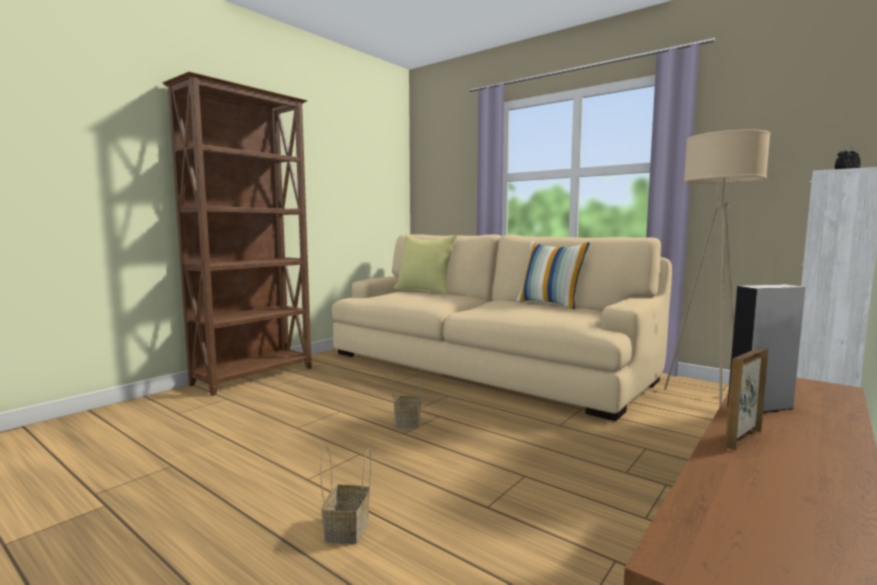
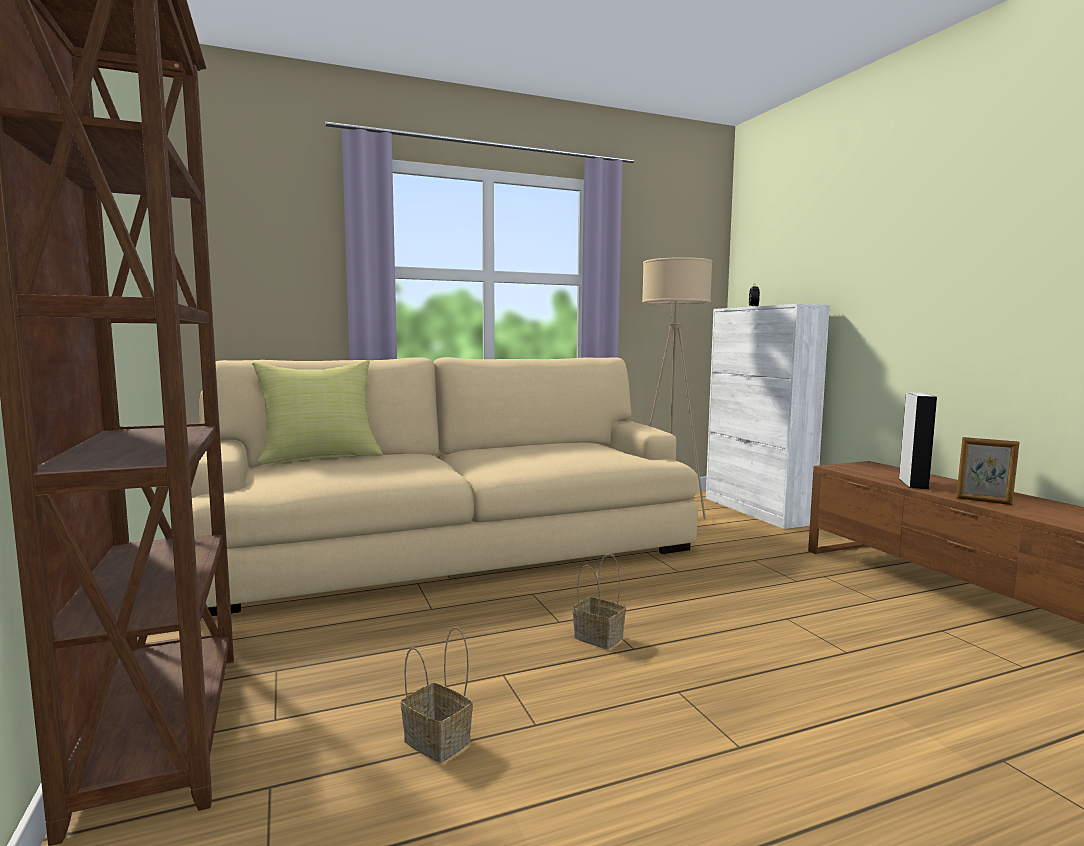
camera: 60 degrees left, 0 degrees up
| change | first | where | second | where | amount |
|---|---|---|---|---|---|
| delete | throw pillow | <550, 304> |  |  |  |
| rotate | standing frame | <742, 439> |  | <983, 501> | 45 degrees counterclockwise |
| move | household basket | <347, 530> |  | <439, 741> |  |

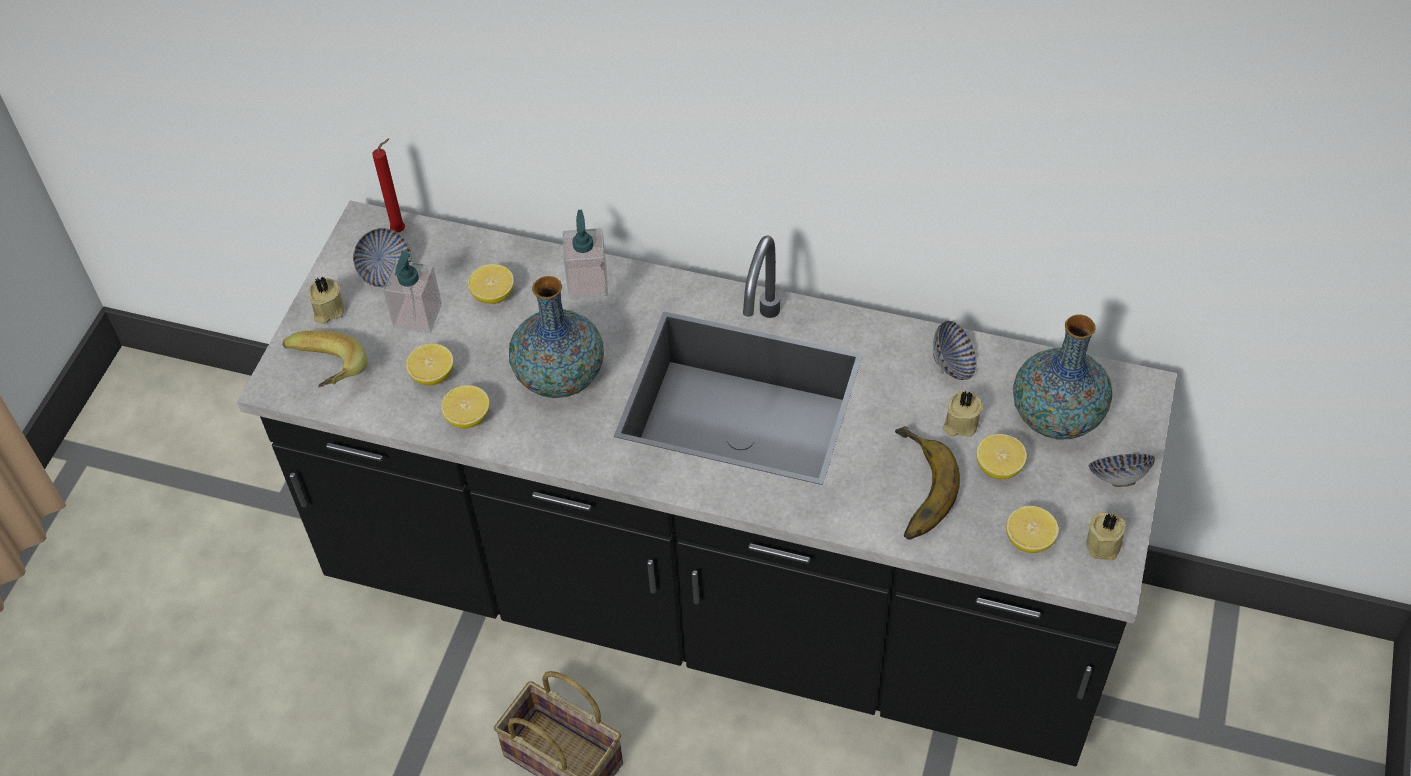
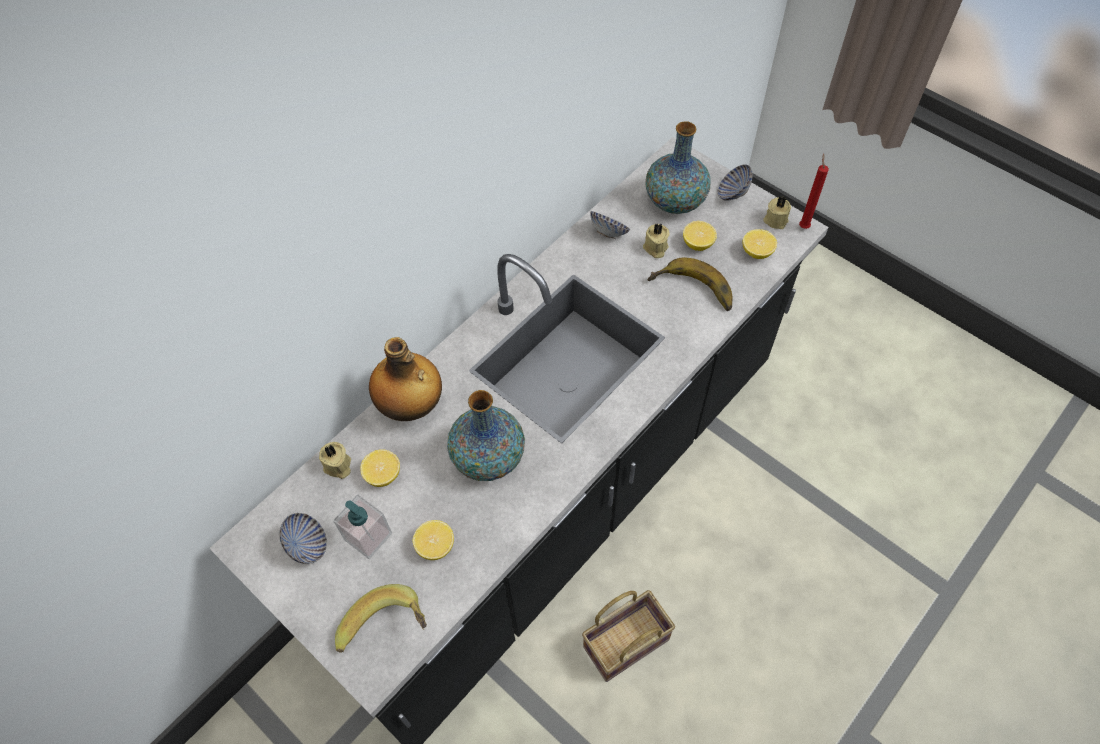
camera: 65 degrees left, 5 degrees up
| change | first | where | second | where | amount |
|---|---|---|---|---|---|
| move | red candle | <401, 230> |  | <803, 226> |  |
| replace | soap dispenser | <587, 282> | bottle | <411, 407> |  |
| move | beige candle | <327, 310> |  | <338, 466> |  |
| delete | lemon | <468, 418> |  |  |  |

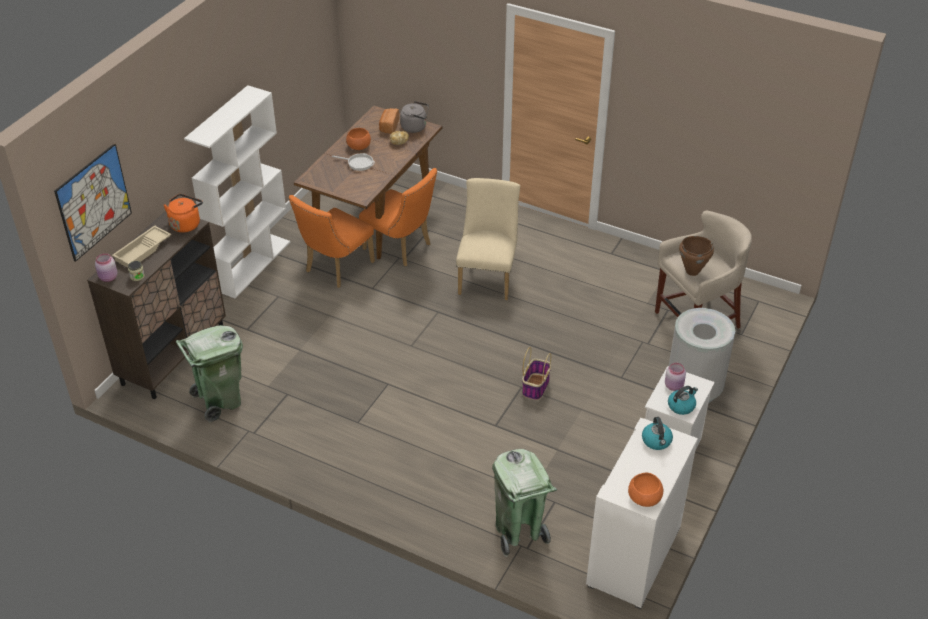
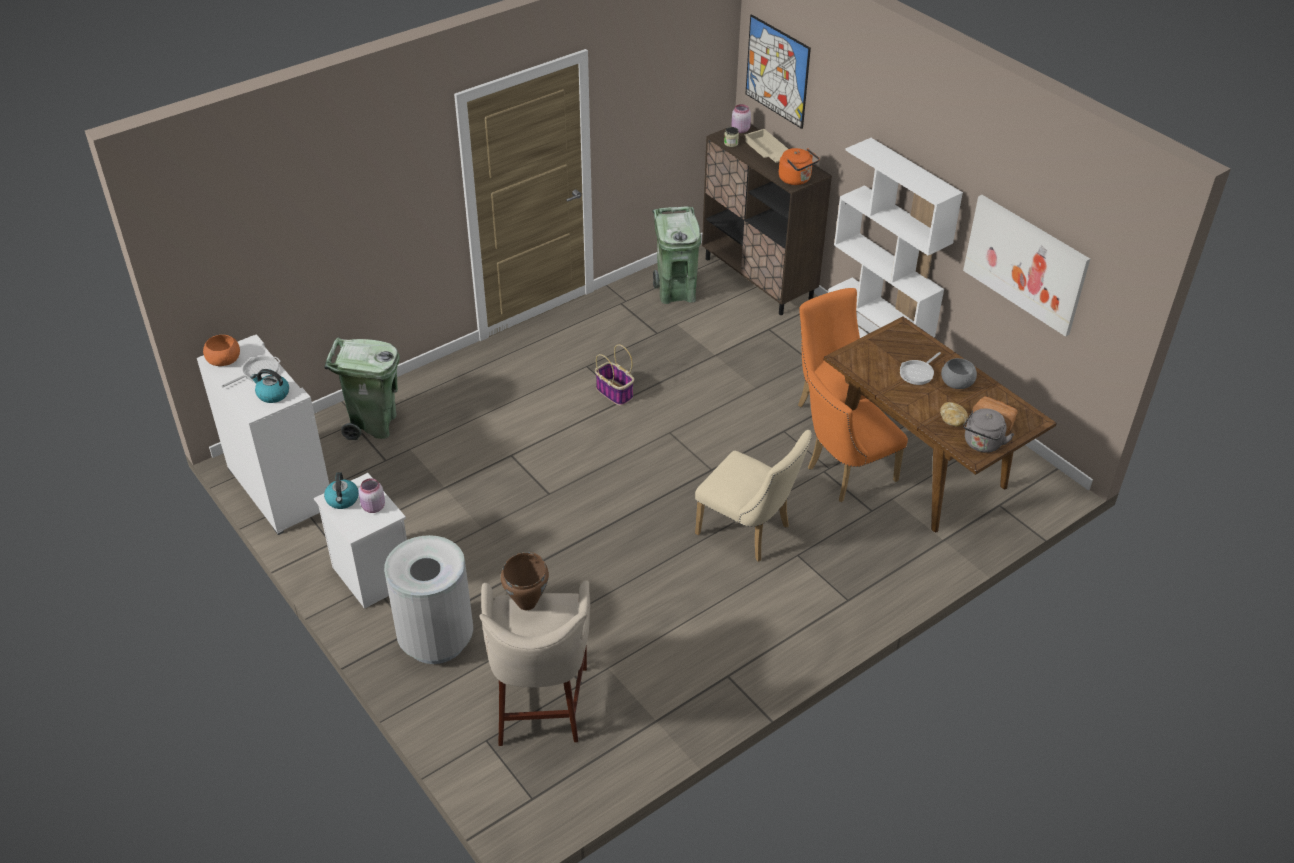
camera: 115 degrees right, 0 degrees up
| change | first | where | second | where | amount |
|---|---|---|---|---|---|
| recolor | orangey bowl | <358, 146> | grey bowl | <957, 383> |  |
| move | household basket | <535, 386> |  | <615, 393> |  |
| insert |  |  | wall art | <1025, 264> |  |
| insert |  |  | skillet | <258, 372> |  |

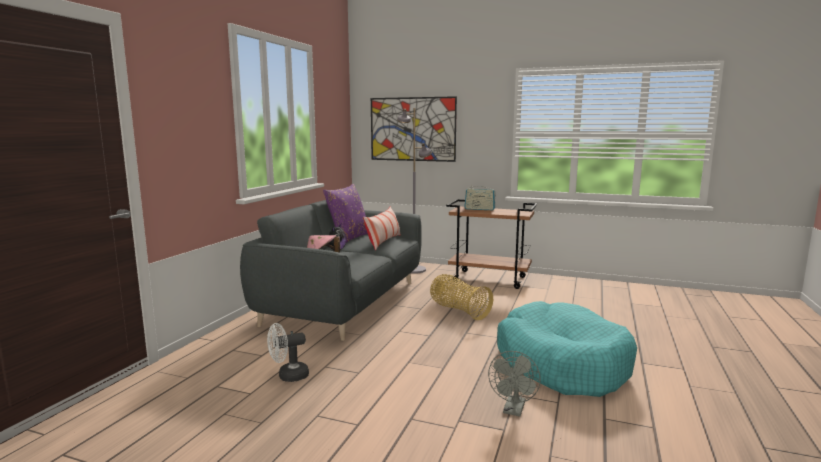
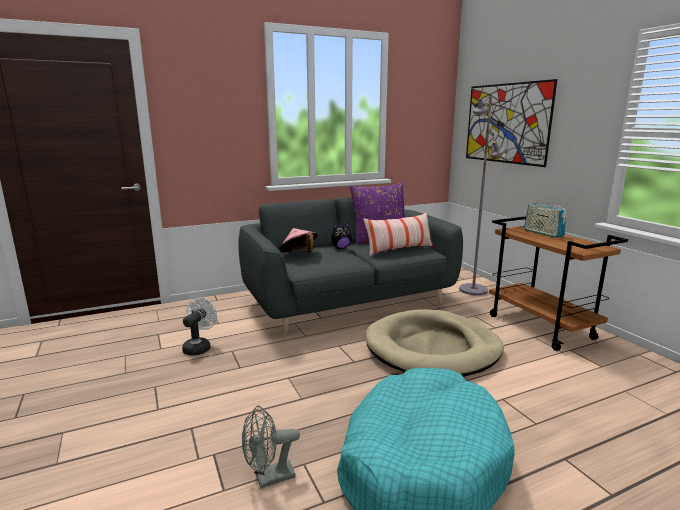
camera: 45 degrees right, 5 degrees up
| change | first | where | second | where | amount |
|---|---|---|---|---|---|
| replace | household basket | <459, 310> | beige dog bed | <432, 348> |  |
| rotate | white cooling fan | <288, 376> |  | <199, 347> | 90 degrees clockwise |

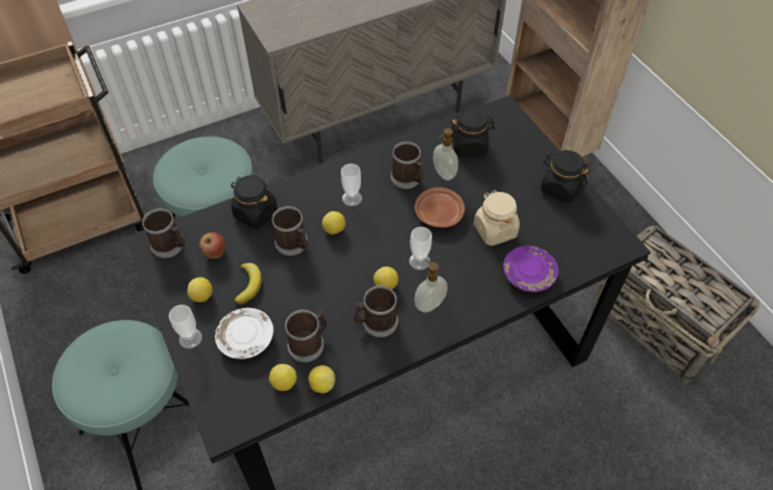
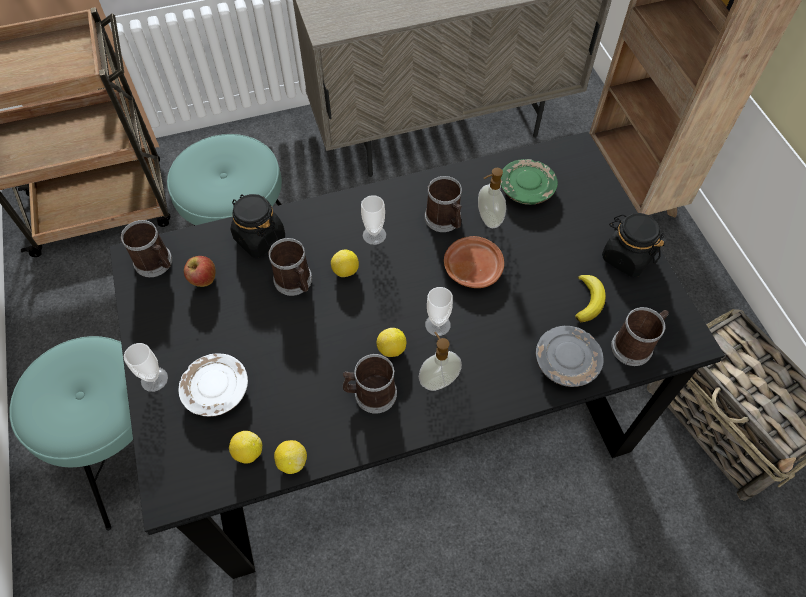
camera: 10 degrees right, 5 degrees up
| change | first | where | second | where | amount |
|---|---|---|---|---|---|
| replace | black-coloured jar | <469, 146> | green dinner plate | <526, 189> |  |
| delete | beige jar | <494, 230> |  |  |  |
| recolor | purple dinner plate | <529, 275> | grey dinner plate | <566, 362> |  |
| move | banana fruit | <249, 284> |  | <588, 300> |  |
| delete | lemon | <202, 296> |  |  |  |
| move | mug | <309, 343> |  | <635, 345> |  |

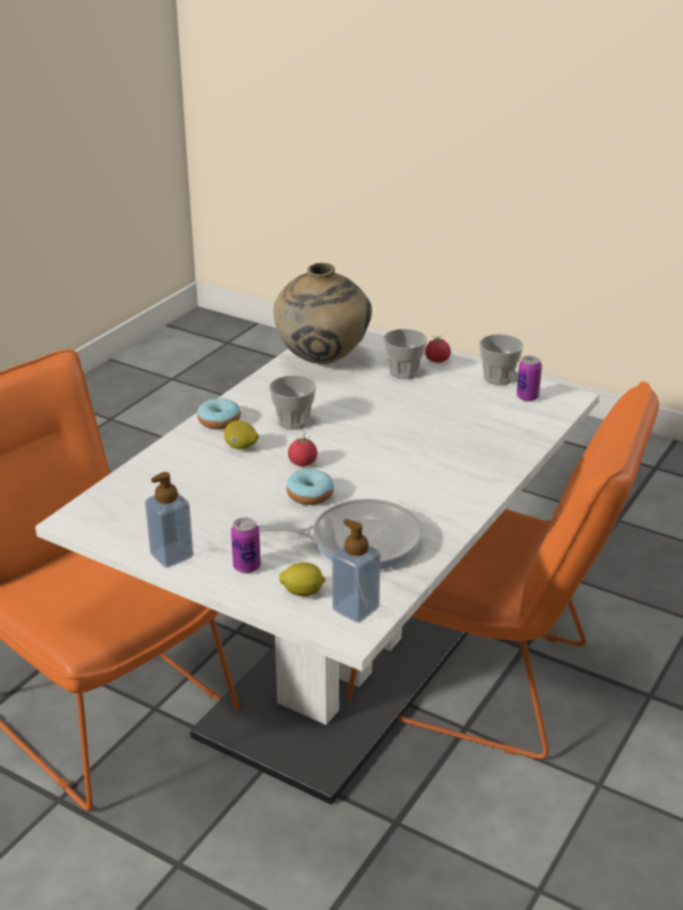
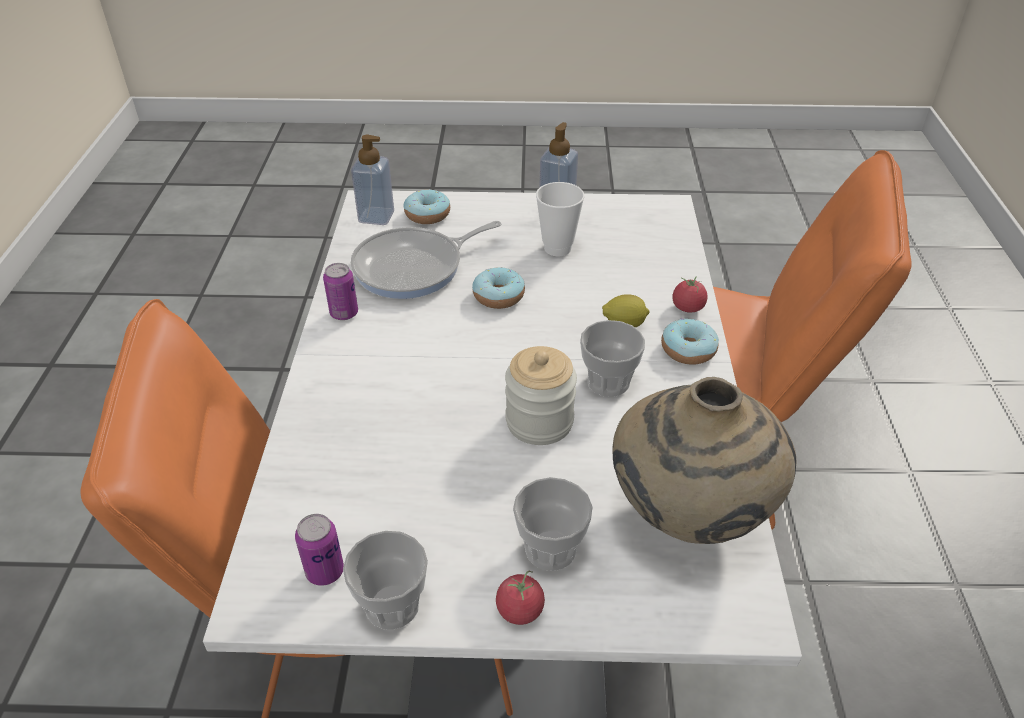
camera: 150 degrees right, 10 degrees up
| change | first | where | second | where | amount |
|---|---|---|---|---|---|
| move | tomato | <302, 463> |  | <688, 307> |  |
| move | sealed can | <246, 566> |  | <344, 313> |  |
| replace | lemon | <302, 592> | ring doughnut | <427, 215> |  |
| insert |  |  | cup | <557, 248> |  |
| insert |  |  | jar | <539, 421> |  |

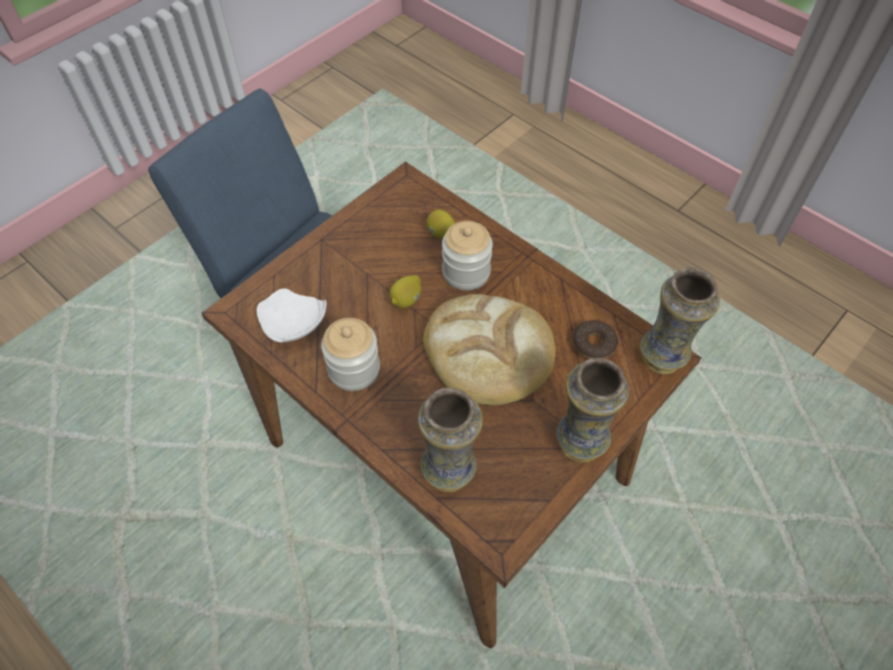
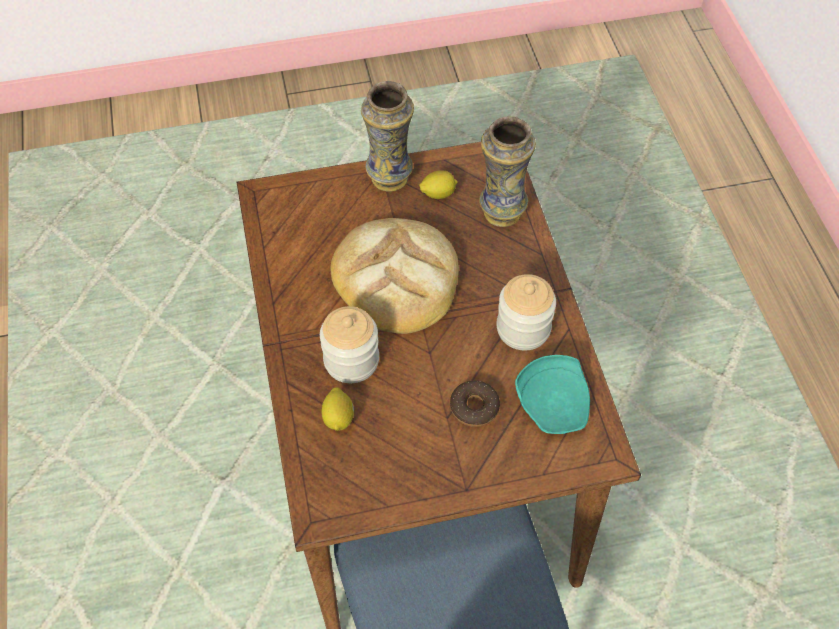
camera: 145 degrees left, 0 degrees up
| change | first | where | second | where | amount |
|---|---|---|---|---|---|
| delete | flower vase | <662, 358> |  |  |  |
| move | lemon | <406, 300> |  | <438, 194> |  |
| recolor | white dinner plate | <293, 325> | turquoise dinner plate | <554, 403> |  |
| move | ring doughnut | <593, 344> |  | <474, 407> |  |

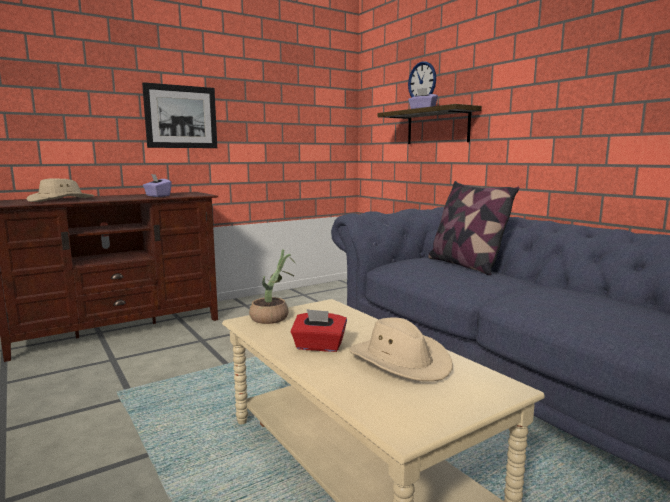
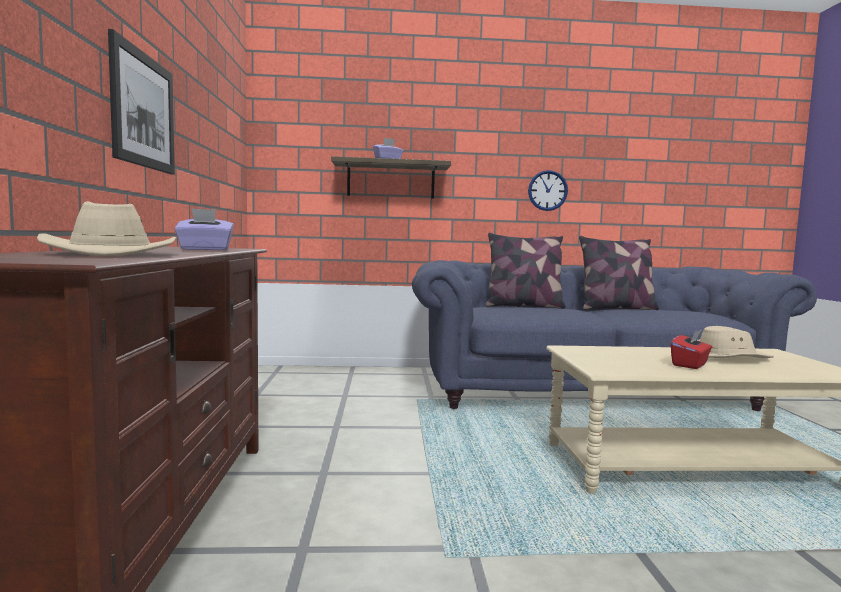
camera: 60 degrees left, 5 degrees down
| change | first | where | second | where | amount |
|---|---|---|---|---|---|
| move | wall clock | <422, 82> |  | <547, 190> |  |
| delete | potted plant | <274, 317> |  |  |  |
| insert |  |  | throw pillow | <616, 308> |  |

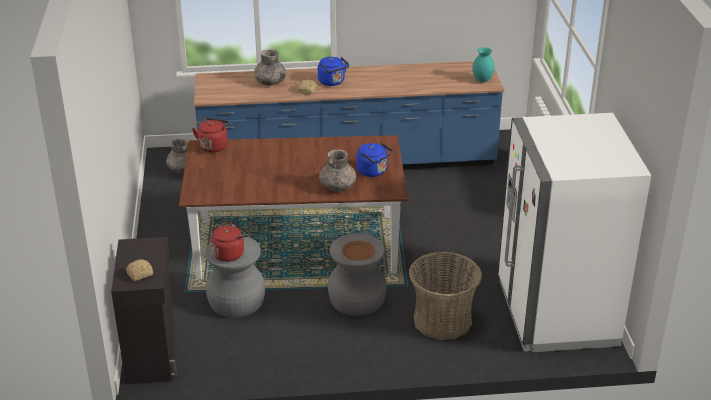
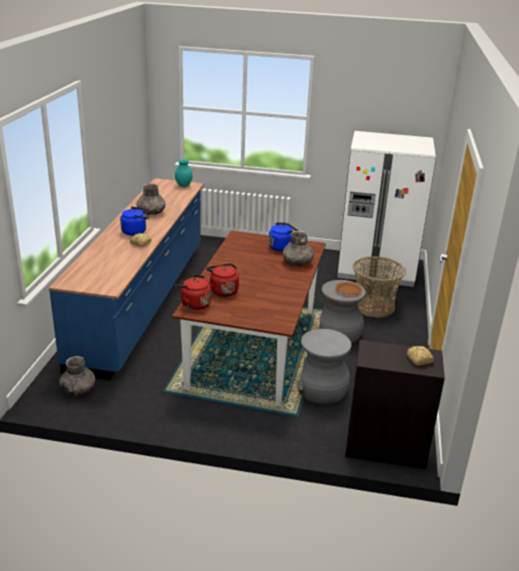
camera: 75 degrees left, 5 degrees down
| change | first | where | second | where | amount |
|---|---|---|---|---|---|
| move | grey flower vase | <270, 82> |  | <151, 213> |  |
| move | red water kettle | <230, 253> |  | <222, 291> |  |

